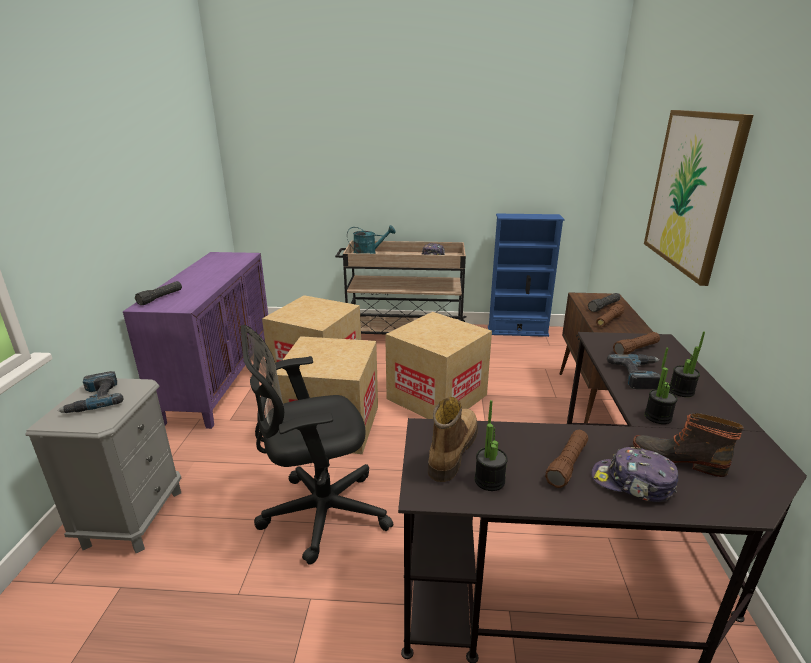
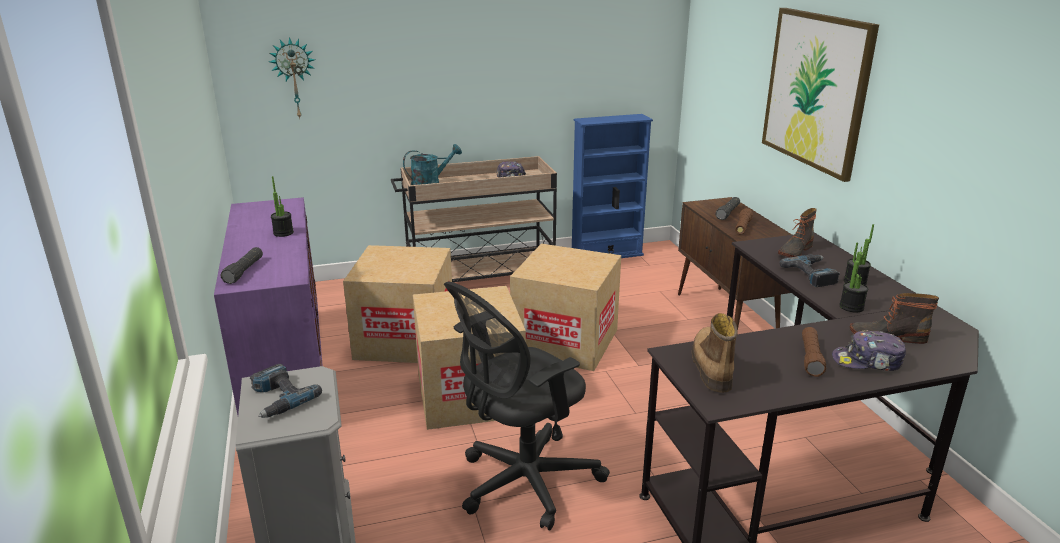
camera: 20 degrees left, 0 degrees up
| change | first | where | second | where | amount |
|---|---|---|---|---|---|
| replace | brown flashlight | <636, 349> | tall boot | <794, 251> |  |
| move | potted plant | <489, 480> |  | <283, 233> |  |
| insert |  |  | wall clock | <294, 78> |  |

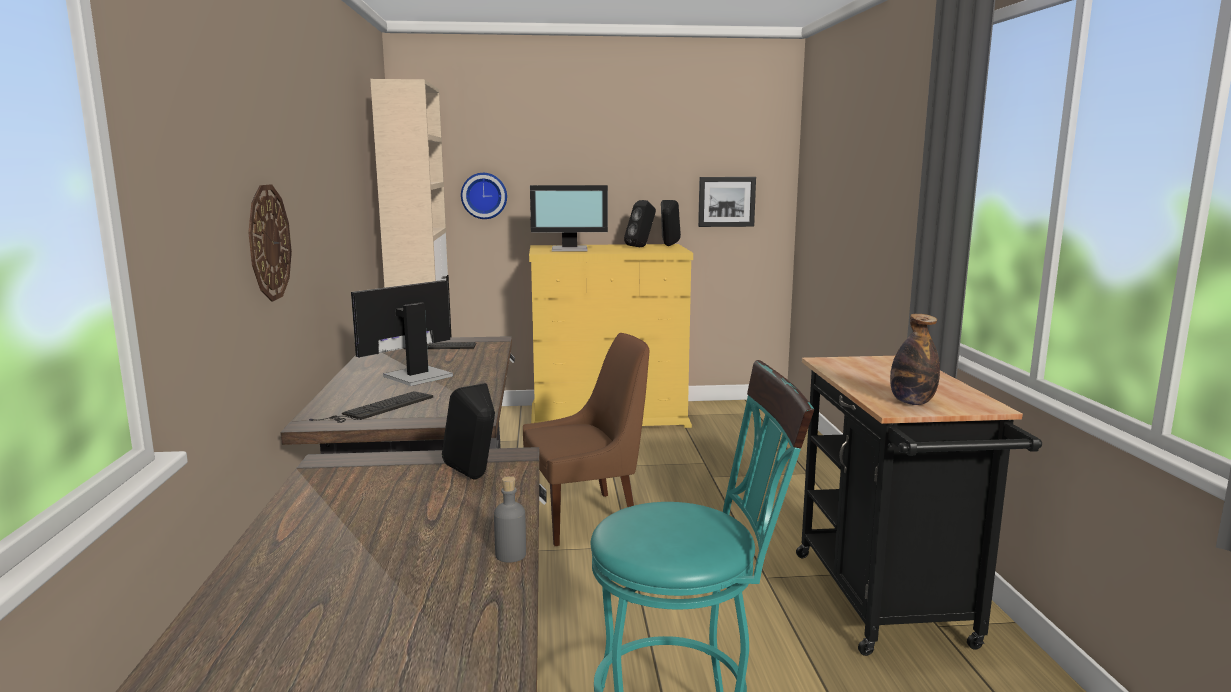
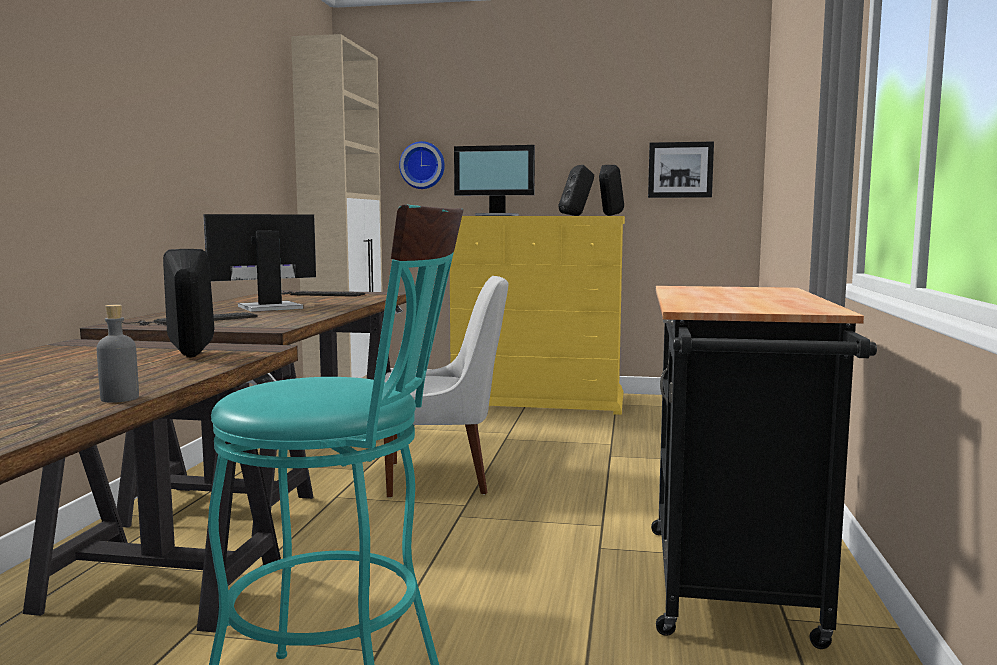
camera: 15 degrees right, 5 degrees down
| change | first | where | second | where | amount |
|---|---|---|---|---|---|
| delete | wall clock | <268, 242> |  |  |  |
| delete | bottle | <911, 402> |  |  |  |
| recolor | brown upright chair | <587, 518> | white upright chair | <442, 478> |  |

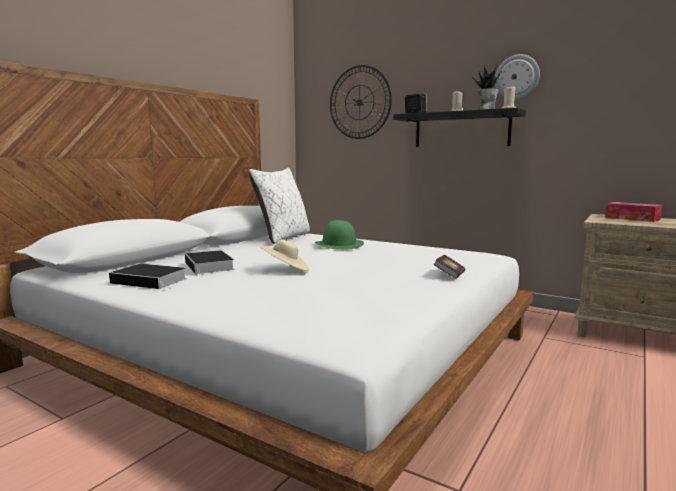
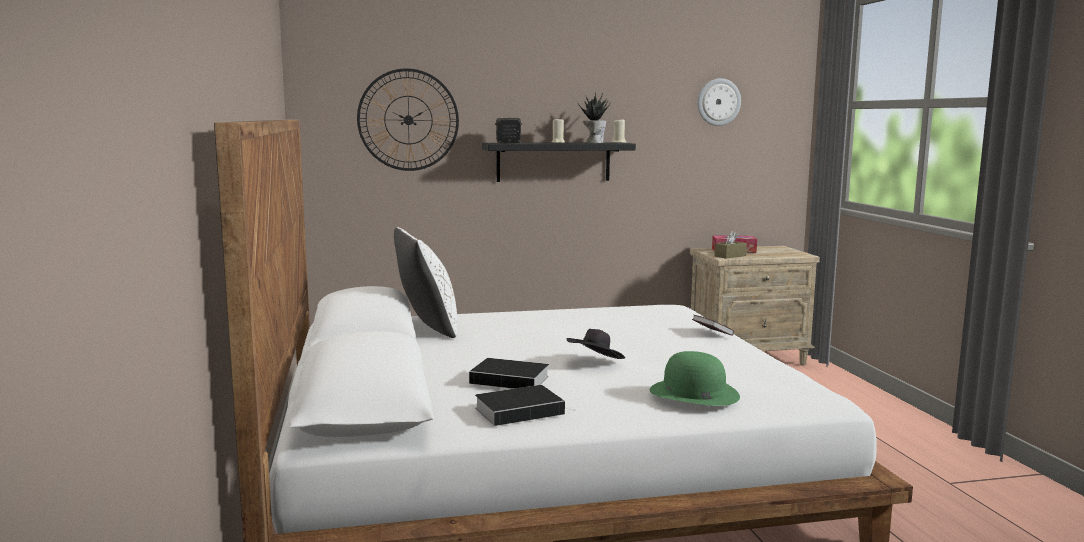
camera: 45 degrees left, 0 degrees up
| change | first | where | second | where | amount |
|---|---|---|---|---|---|
| move | wall clock | <517, 77> |  | <718, 102> |  |
| move | green clothing hat | <339, 244> |  | <693, 393> |  |
| recolor | beige clothing hat | <286, 270> | black-coloured clothing hat | <595, 363> |  |
| insert |  |  | brown tissue holder | <730, 256> |  |

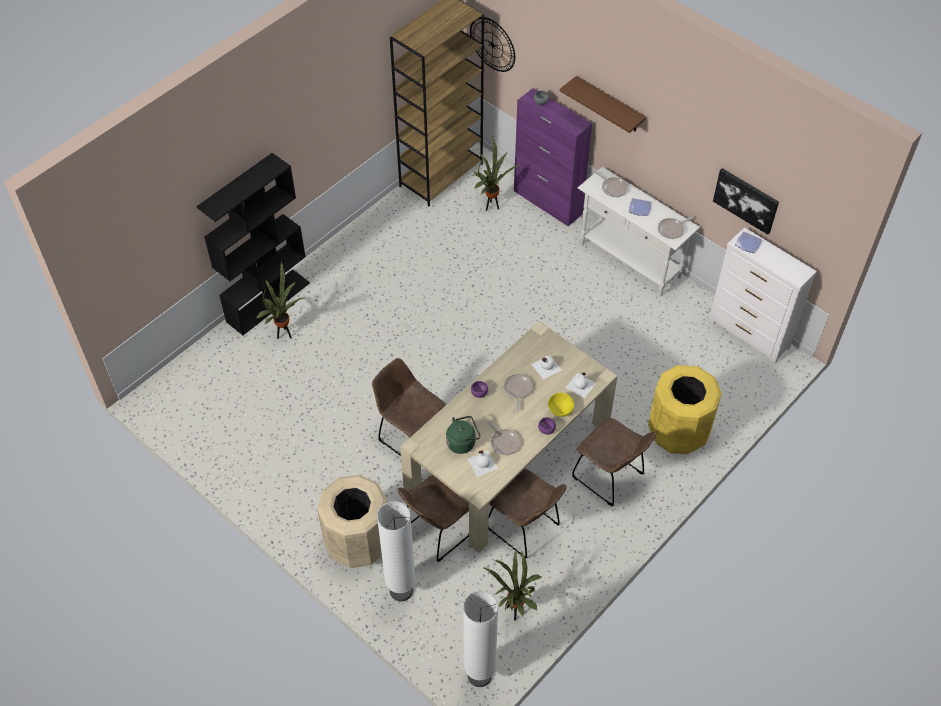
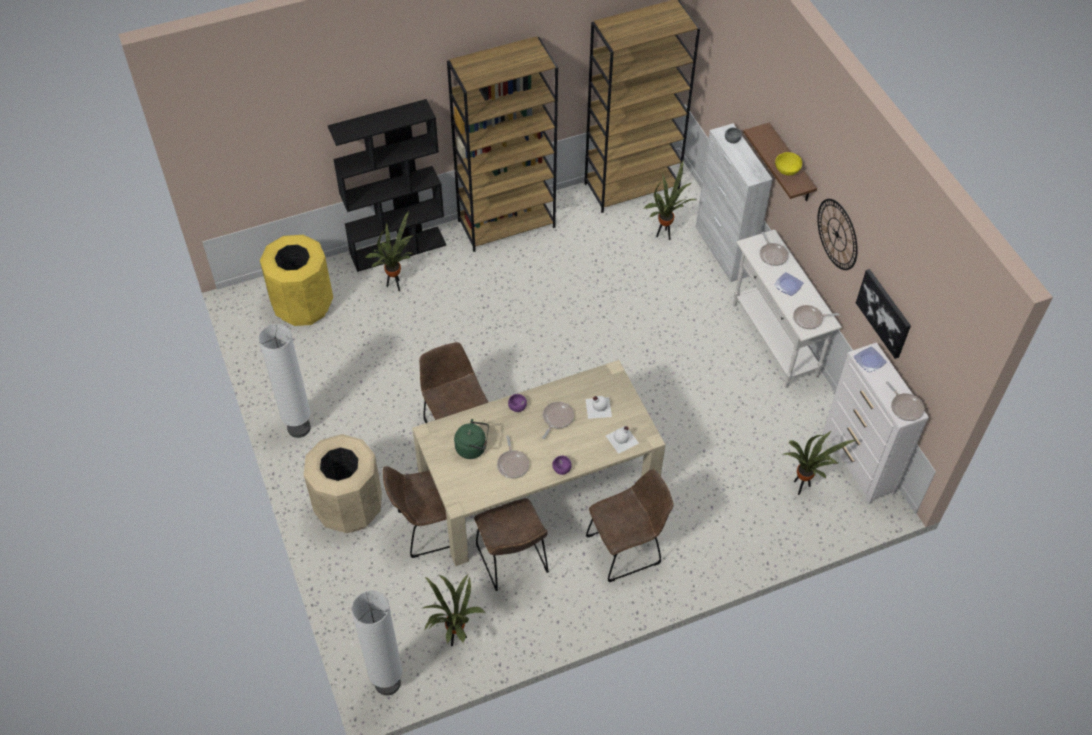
camera: 25 degrees right, 0 degrees up
| change | first | where | second | where | amount |
|---|---|---|---|---|---|
| move | wall clock | <492, 44> |  | <837, 234> |  |
| recolor | purple storage cabinet | <548, 202> | white storage cabinet | <723, 251> |  |
| move | yellow trash can | <678, 432> |  | <302, 306> |  |
| move | yellow bowl | <560, 409> |  | <787, 170> |  |
| rotate | brown upright chair | <610, 478> |  | <627, 548> | 90 degrees counterclockwise |
| delete | white bottle | <482, 463> |  |  |  |
| move | white floor lamp | <401, 590> |  | <299, 428> |  |
| insert |  |  | brown bookcase | <507, 223> |  |
| insert |  |  | skillet | <905, 407> |  |
| insert |  |  | potted plant | <802, 487> |  |

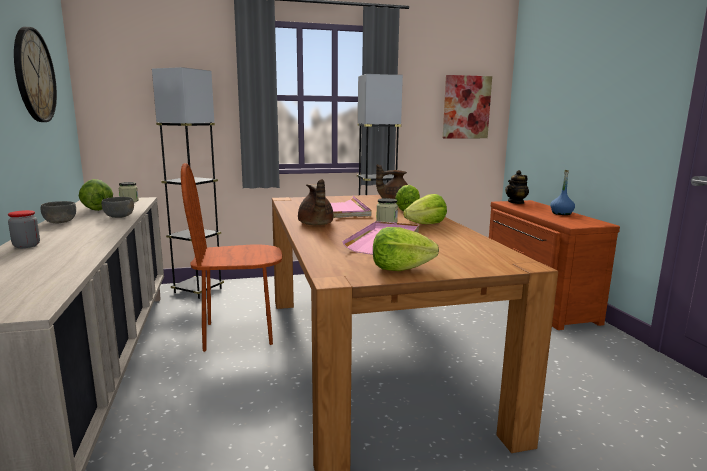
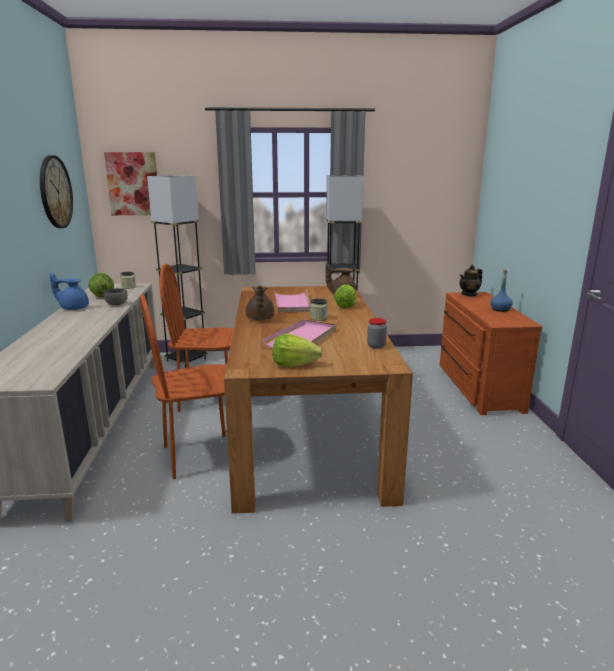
camera: 10 degrees right, 5 degrees up
| change | first | where | second | where | amount |
|---|---|---|---|---|---|
| move | wall art | <466, 107> |  | <133, 184> |  |
| delete | head of lettuce | <426, 224> |  |  |  |
| replace | grey bowl | <60, 222> | bluish pot for tea | <73, 308> |  |
| move | jar | <26, 246> |  | <376, 346> |  |
| insert |  |  | brown upright chair | <200, 455> |  |

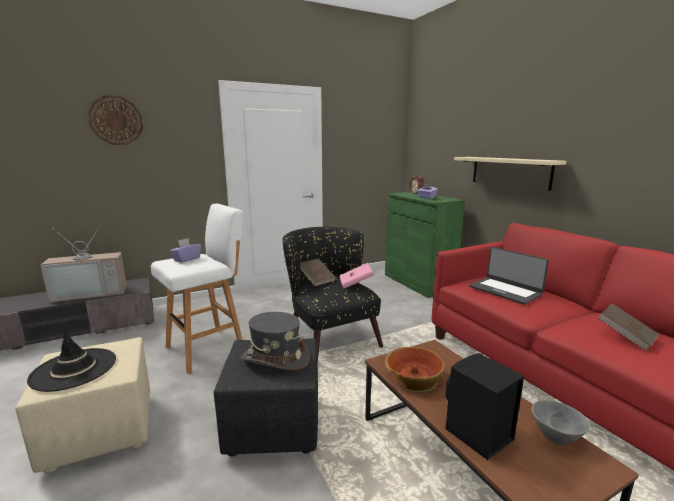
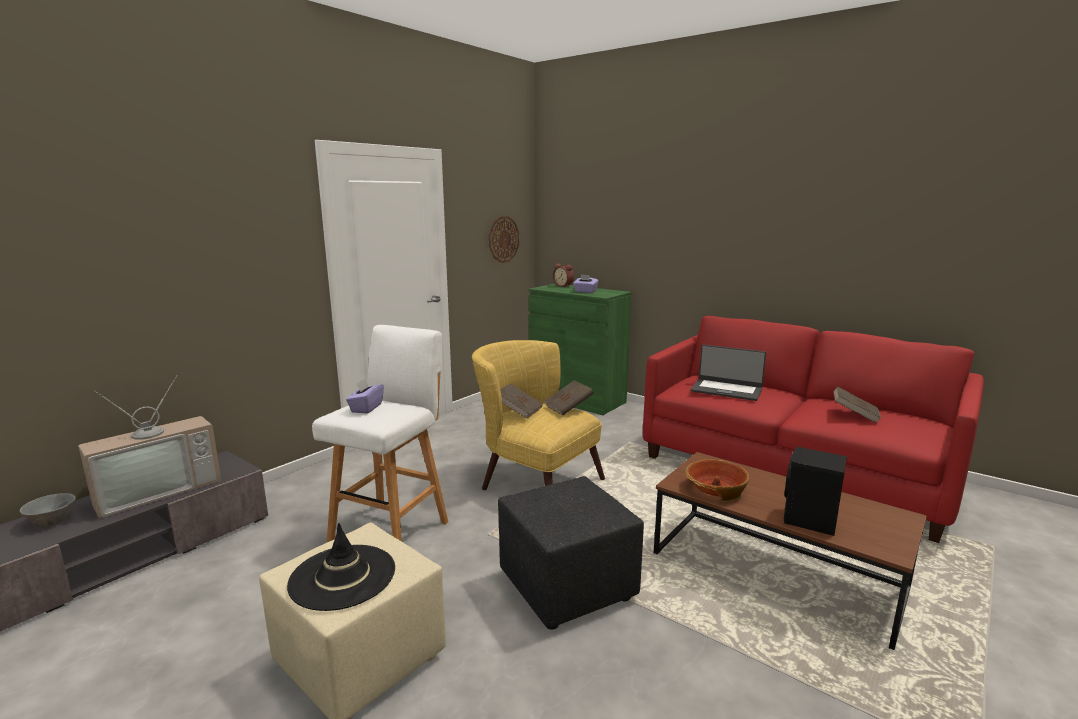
camera: 25 degrees left, 0 degrees up
| change | first | where | second | where | amount |
|---|---|---|---|---|---|
| move | wall clock | <116, 120> |  | <503, 239> |  |
| delete | beige bracket shelf | <510, 172> |  |  |  |
| recolor | black-coloured lounge chair | <329, 336> | yellow lounge chair | <533, 481> |  |
| recolor | pink volume | <356, 283> | brown volume | <568, 408> |  |
| delete | grey clothing hat | <275, 358> |  |  |  |
| move | grey bowl | <557, 436> |  | <53, 521> |  |

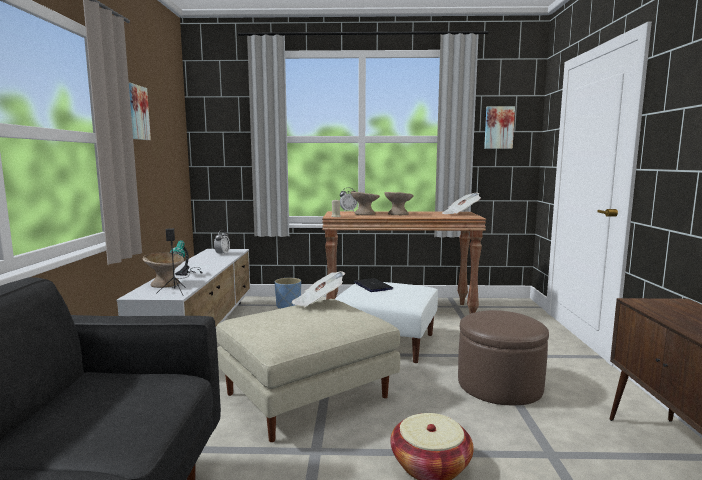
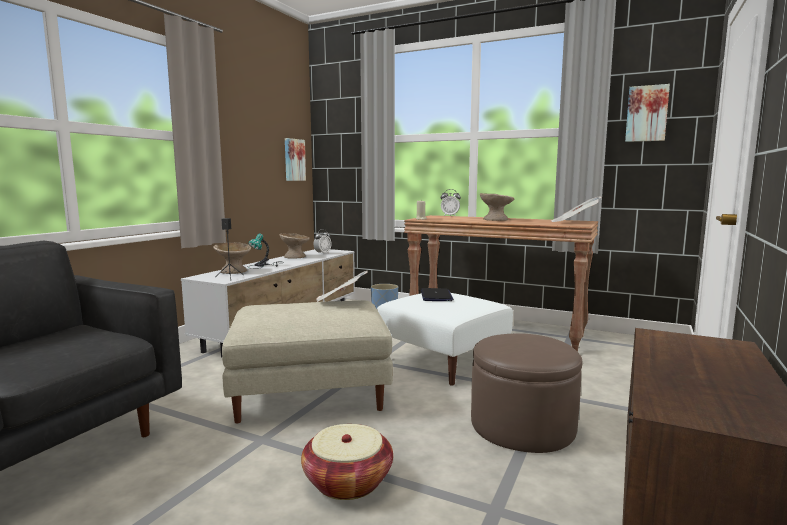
camera: 25 degrees right, 0 degrees up
| change | first | where | second | where | amount |
|---|---|---|---|---|---|
| move | wall art | <135, 112> |  | <294, 160> |  |
| move | beige bowl | <364, 214> |  | <294, 257> |  |

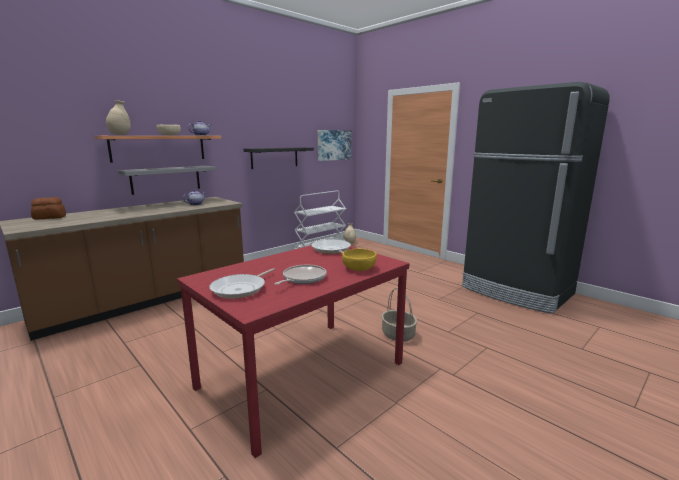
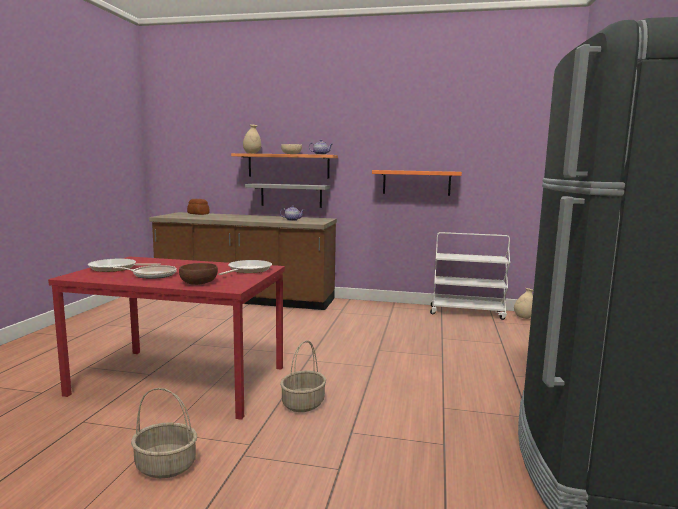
camera: 55 degrees right, 5 degrees down
| change | first | where | second | where | amount |
|---|---|---|---|---|---|
| delete | wall art | <334, 145> |  |  |  |
| recolor | black-coloured bracket shelf | <274, 157> | orangey bracket shelf | <416, 182> |  |
| recolor | yellow bowl | <359, 268> | brown bowl | <199, 283> |  |
| insert |  |  | household basket | <165, 466> |  |

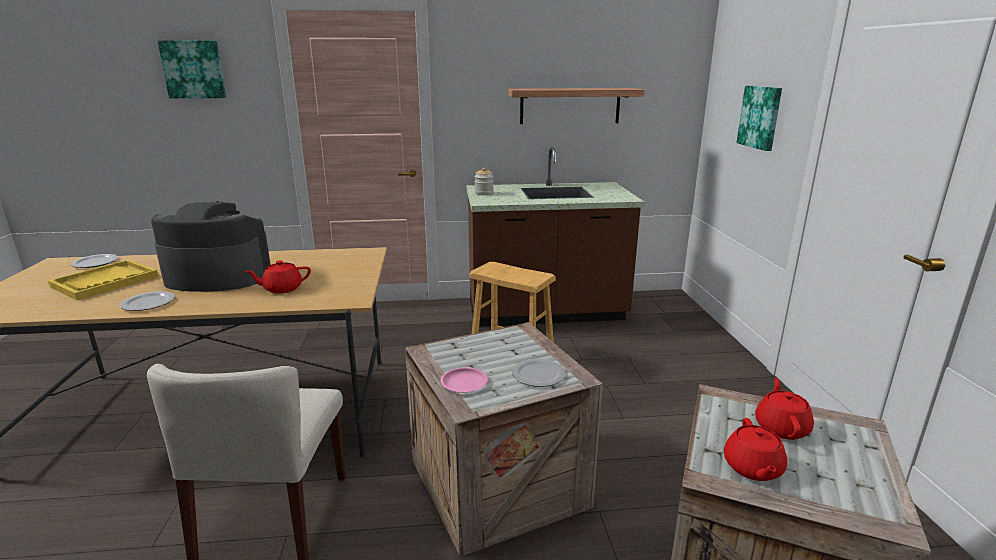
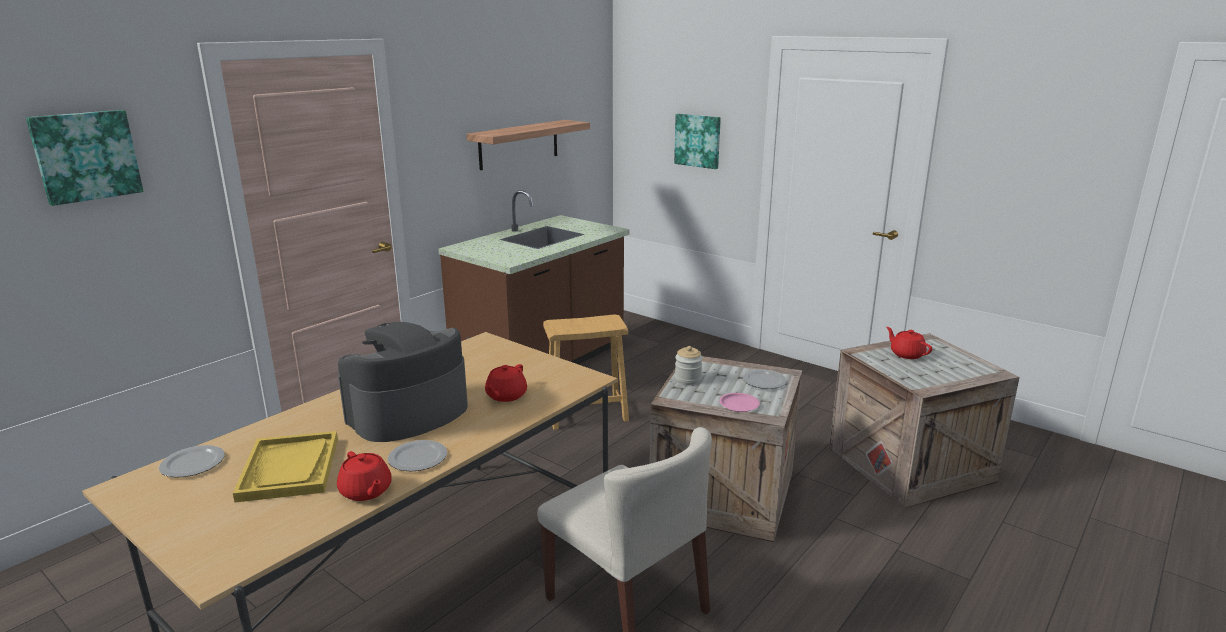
camera: 45 degrees left, 0 degrees up
| change | first | where | second | where | amount |
|---|---|---|---|---|---|
| move | jar | <484, 193> |  | <688, 379> |  |
| move | red pot for tea | <752, 468> |  | <366, 491> |  |

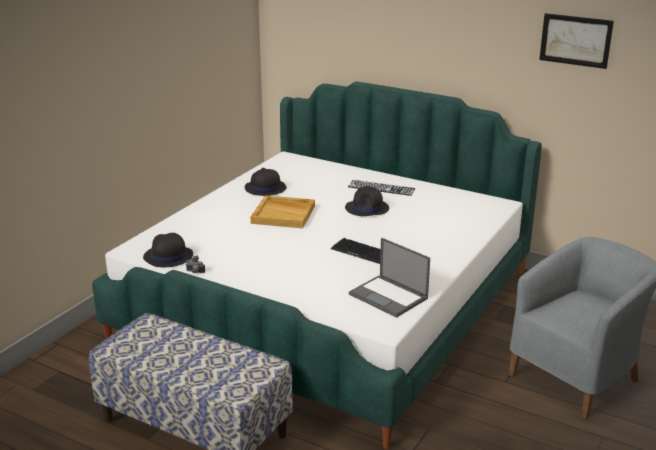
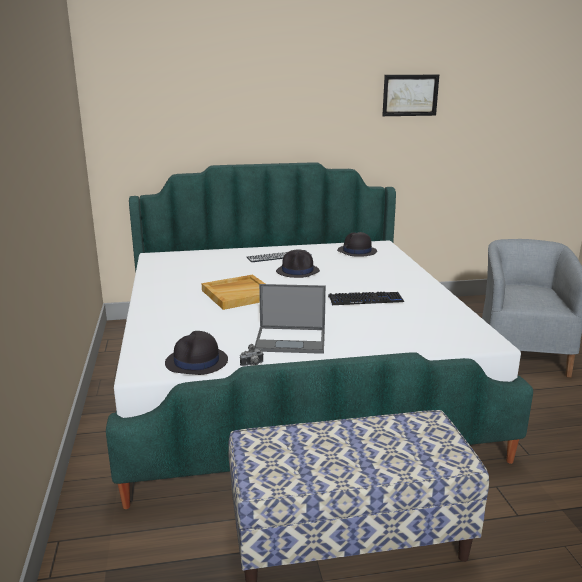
camera: 40 degrees left, 5 degrees down
| change | first | where | second | where | amount |
|---|---|---|---|---|---|
| move | black-coloured clothing hat | <265, 188> |  | <356, 251> |  |
| move | portable computer | <389, 296> |  | <291, 340> |  |

